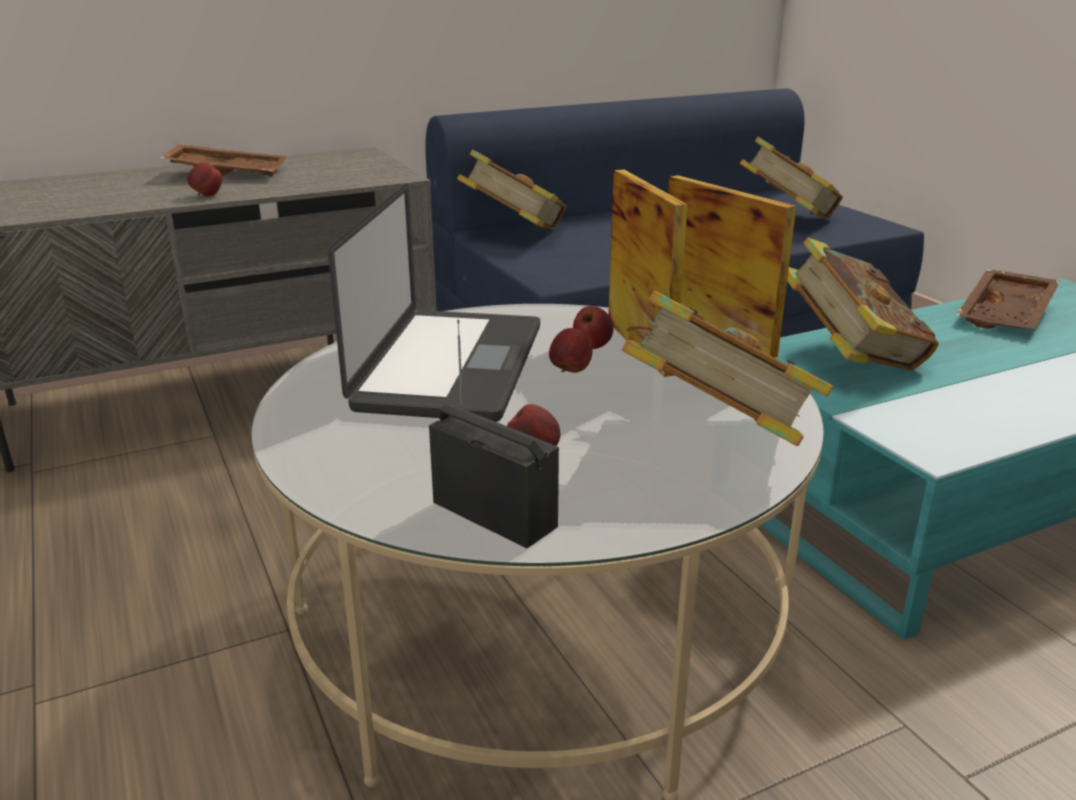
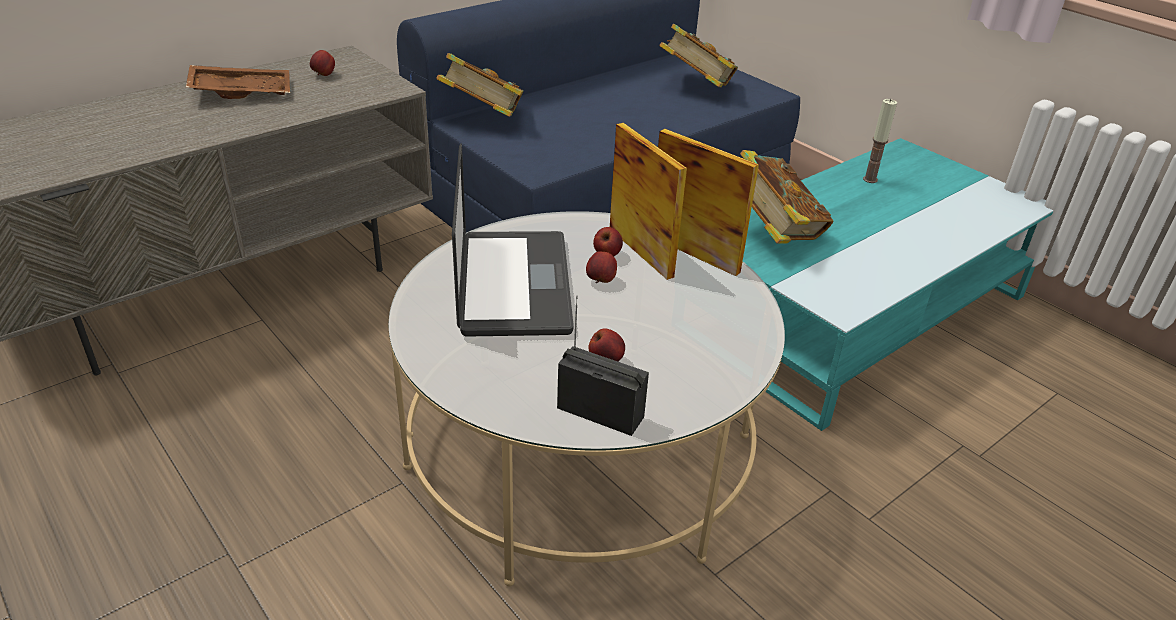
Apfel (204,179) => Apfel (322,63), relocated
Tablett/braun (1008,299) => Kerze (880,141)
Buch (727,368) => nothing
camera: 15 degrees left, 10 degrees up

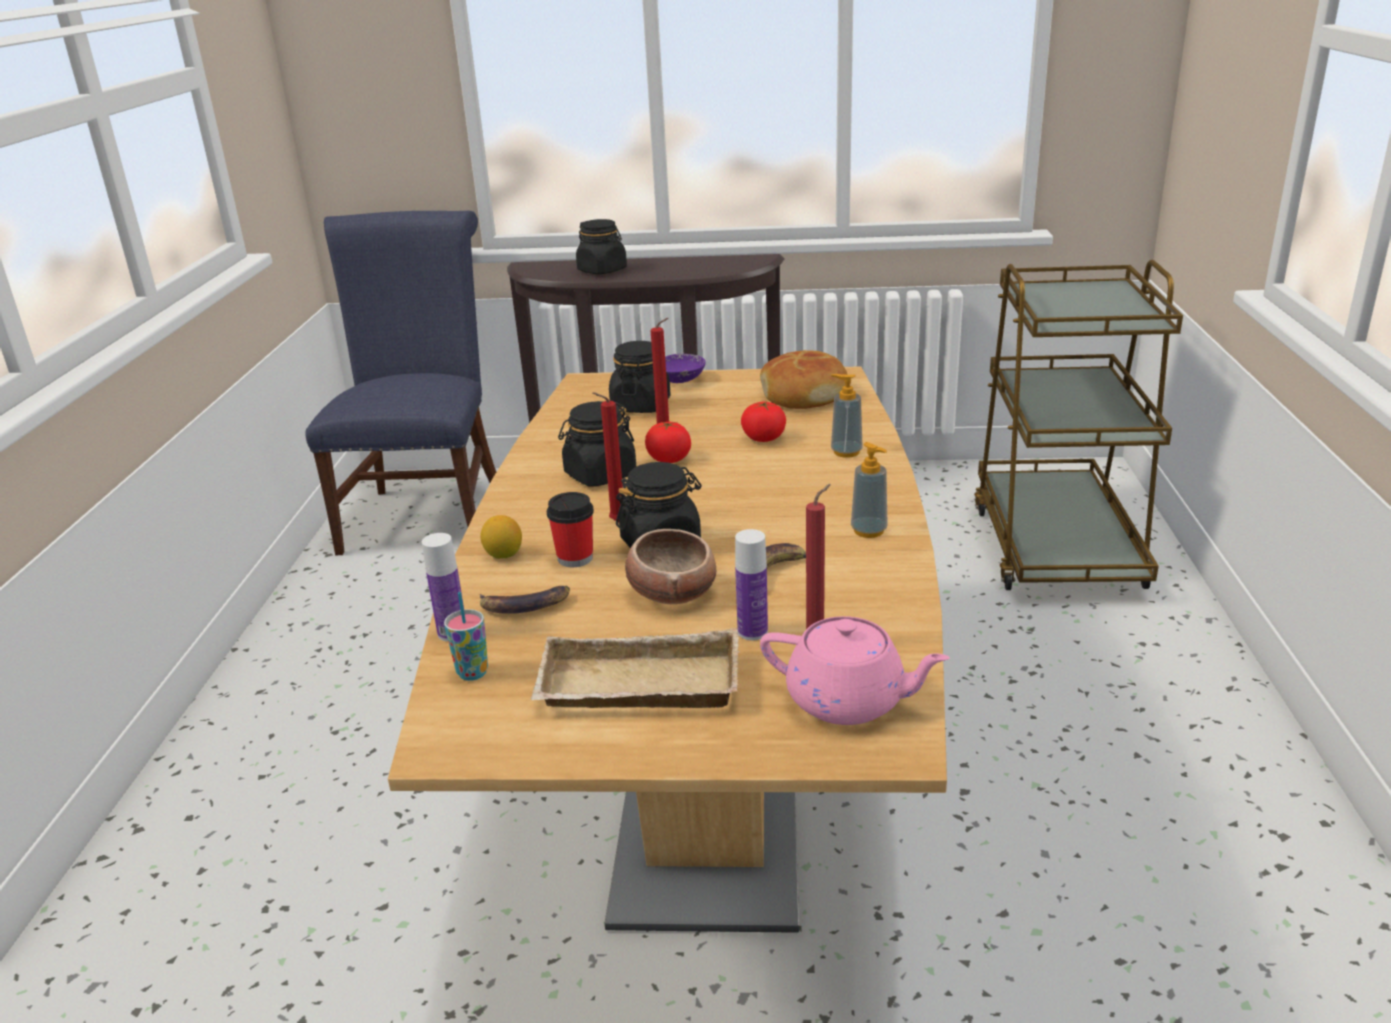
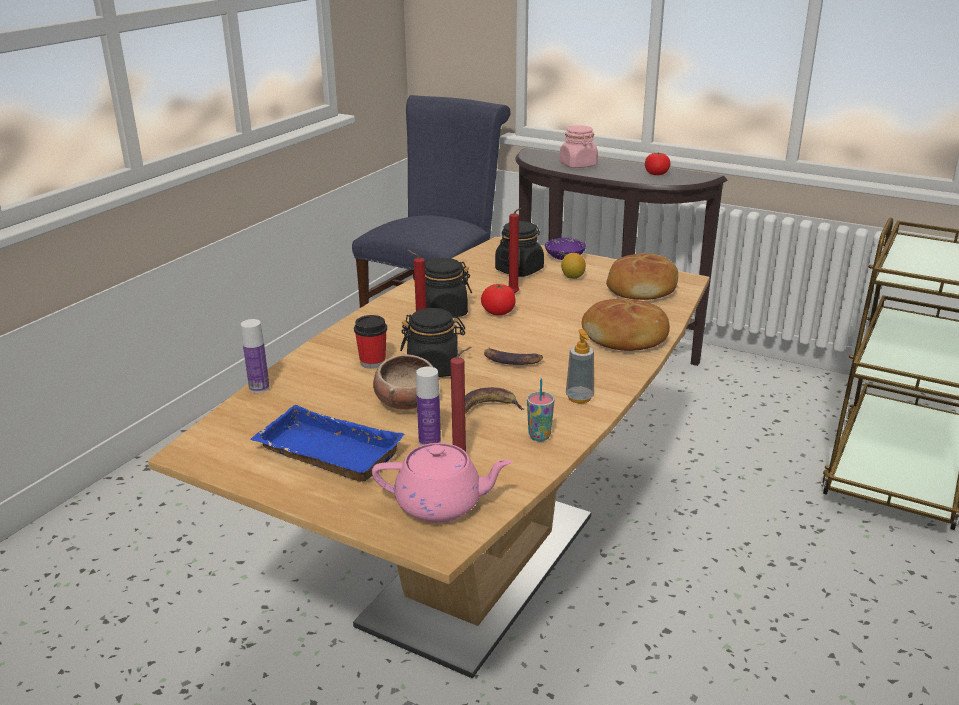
Tablett/beige (635,668) => Tablett/blau (327,443)
Teekanne/rosa (855,670) => Teekanne/rosa (442,483), 45 degrees counterclockwise
Banane (525,600) => Banane (513,356), relocated
Tasse (466,636) => Tasse (540,409), relocated
Vorratsglas/schwarz (601,246) => Vorratsglas/rosa (578,146)
Zitrone (501,537) => Zitrone (573,266), relocated
Seifenspender (847,416) => Brot (626,325)
Tomate (763,422) => Tomate (657,164), relocated
camera: 25 degrees right, 0 degrees up

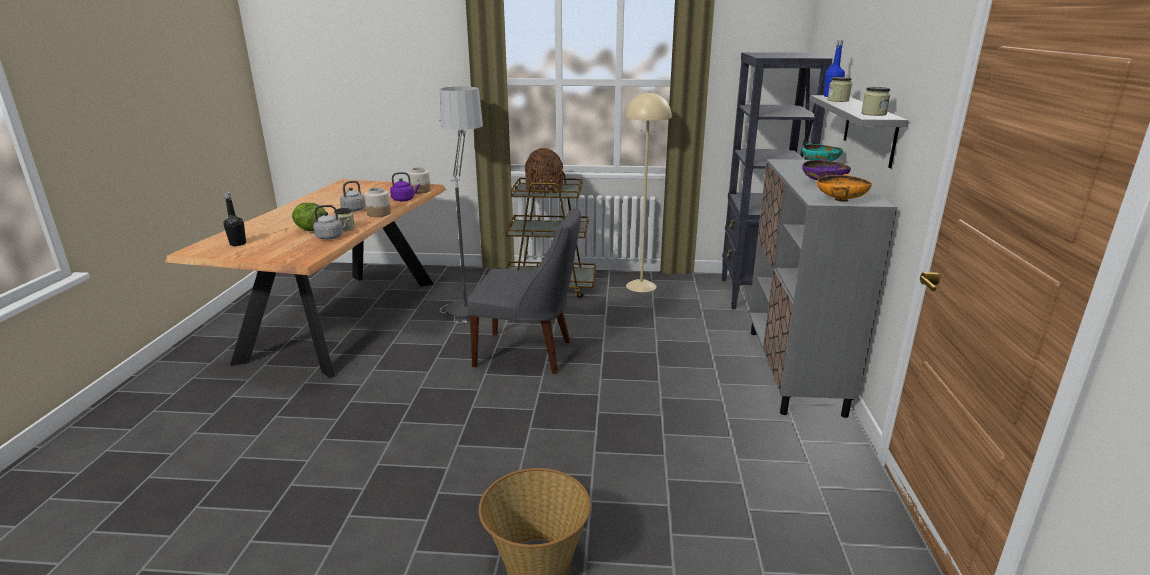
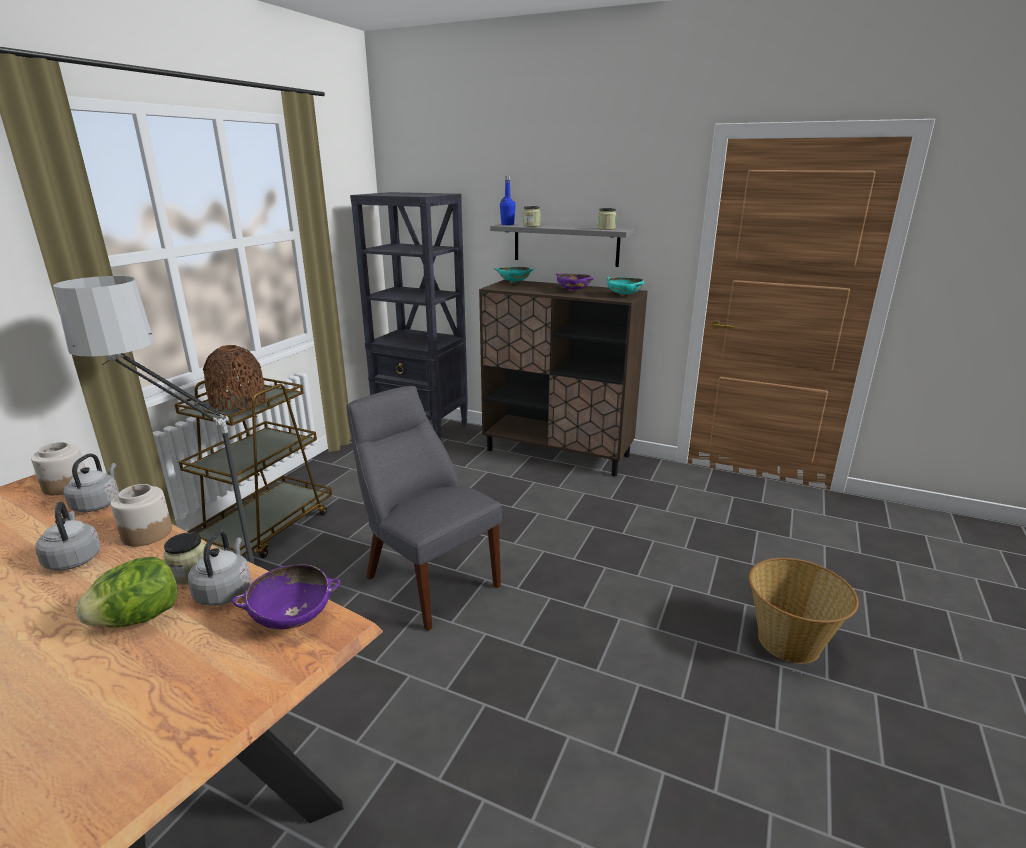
Wasserkessel/lila (405,186) => Wasserkessel/grau (91,482)
nothing => Schüssel/lila (286,596)
Stuhl/grau (524,291) => Stuhl/grau (424,508), 75 degrees counterclockwise
Schrank/grau (823,288) => Schrank/braun (563,377)
Schüssel/orange (844,188) => Schüssel/türkis (626,287)
Flasche/schwarz (234,219) => nothing
Stehlampe/beige (648,191) => nothing
camera: 70 degrees left, 0 degrees up

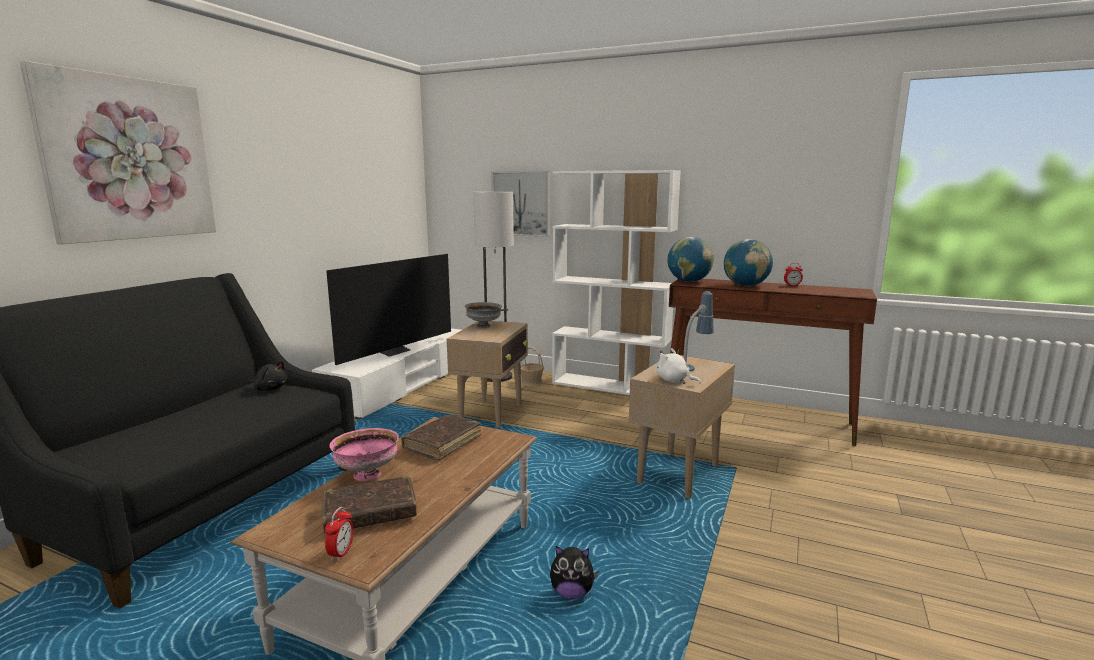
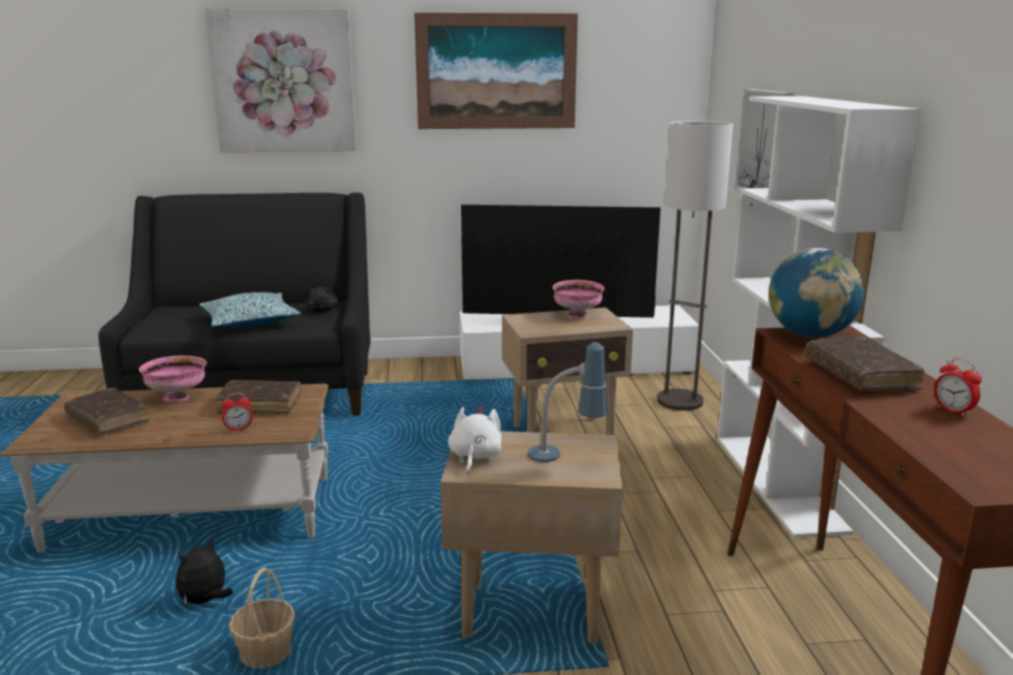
Plüschtier (574,572) => Plüschtier (204,571), 60 degrees clockwise
nothing => Kissen (250,310)
Wecker (339,534) => Wecker (237,412), relocated
Korb (532,366) => Korb (262,617), relocated
nothing => Bild (496,71)
Schüssel/grau (483,315) => Schüssel/rosa (579,299)
Globus (748,262) => Buch/braun (865,364)
camera: 60 degrees right, 5 degrees up

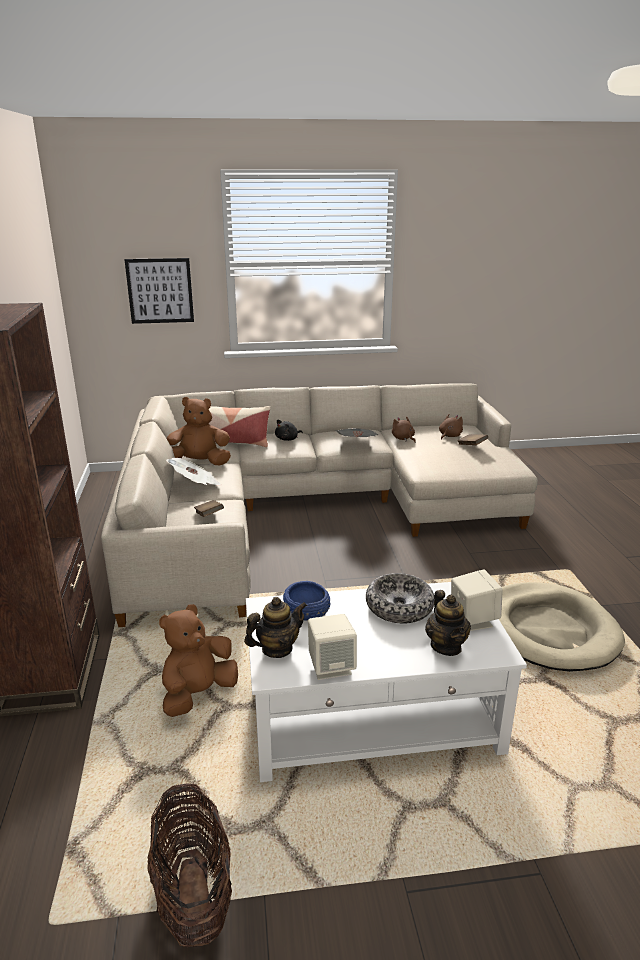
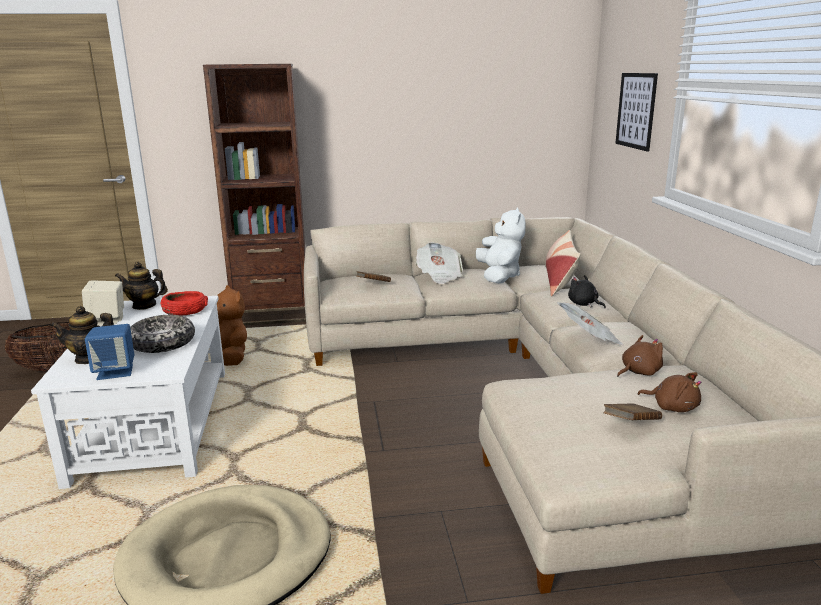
Lautsprecher/beige (477,600) => Lautsprecher/blau (109,352)
Teekanne (275,627) => Teekanne (141,286), 120 degrees clockwise
Schüssel/blau (306,601) => Schüssel/rot (184,303)
Plüschtier/braun (199,431) => Plüschtier/weiß (501,245)
camera: 90 degrees right, 5 degrees down

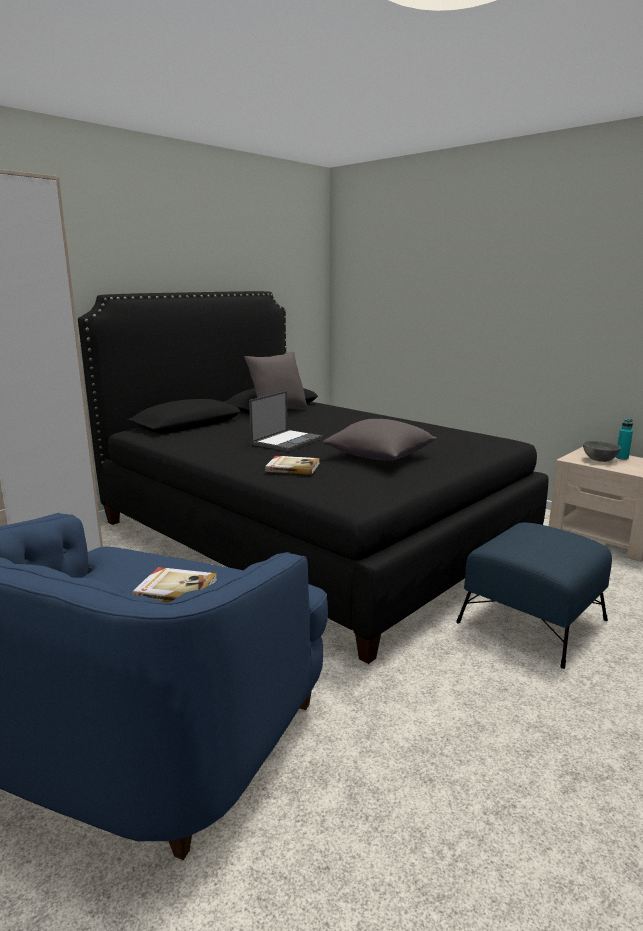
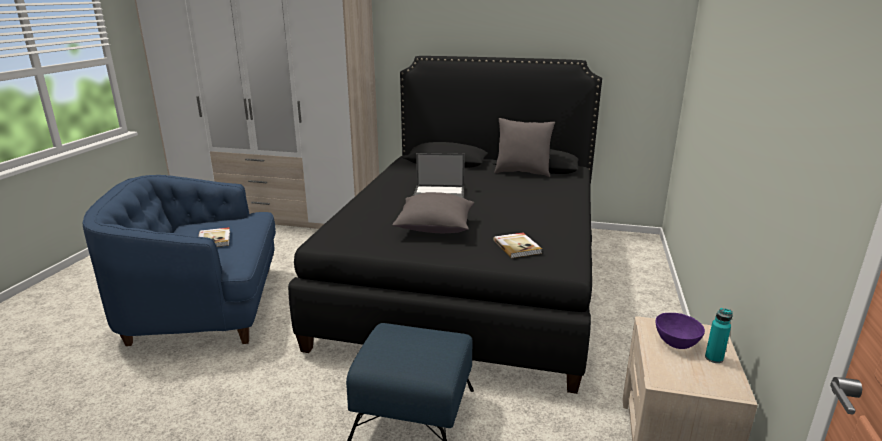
Buch (292,465) => Buch (517,245), relocated
Schüssel/grau (602,451) => Schüssel/lila (680,331)
camera: 60 degrees right, 5 degrees up

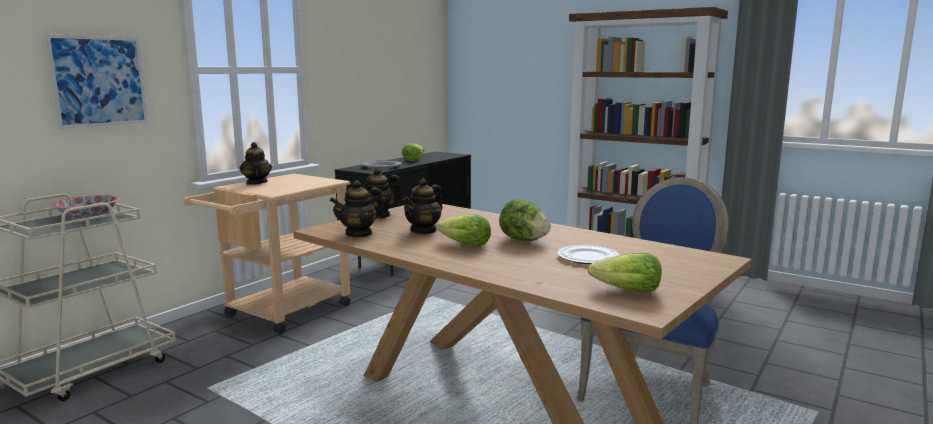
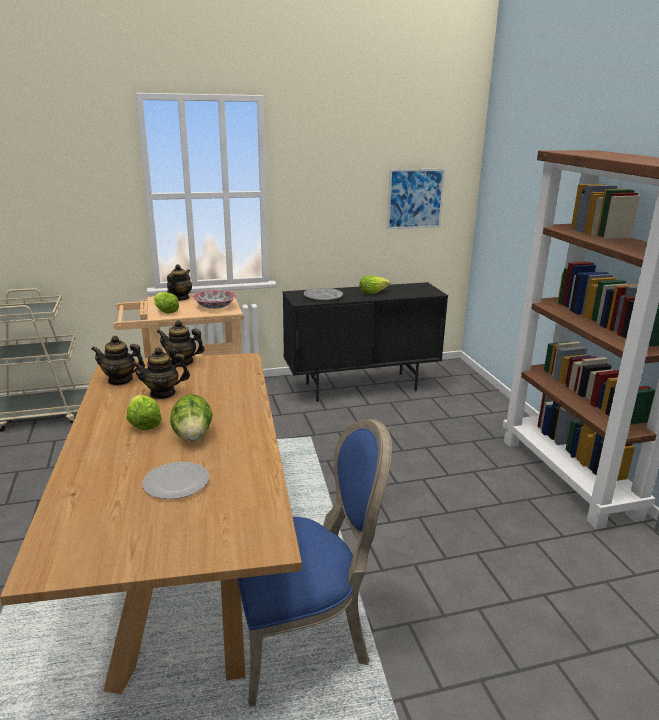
Salatkopf (625,273) => Salatkopf (166,303), relocated
Schüssel (85,206) => Schüssel (214,299), relocated
Bild (96,81) => Bild (416,199), relocated
camera: 40 degrees right, 10 degrees up

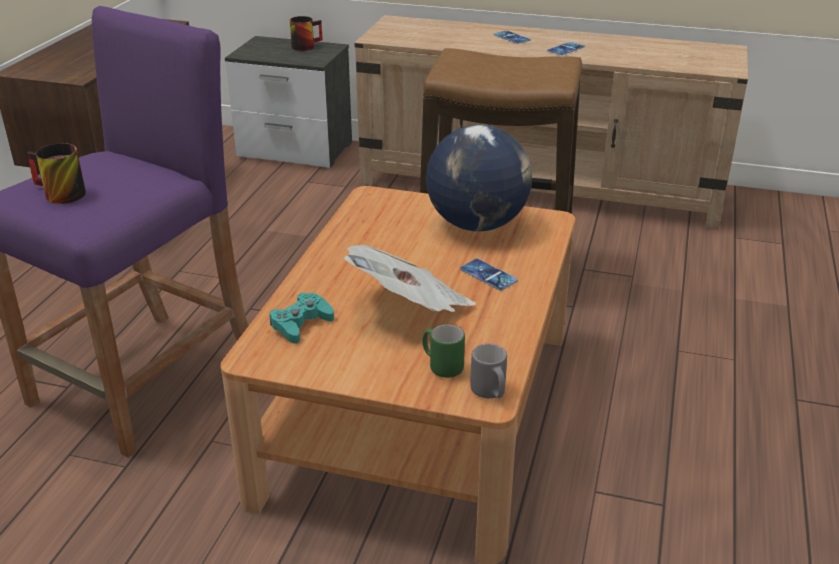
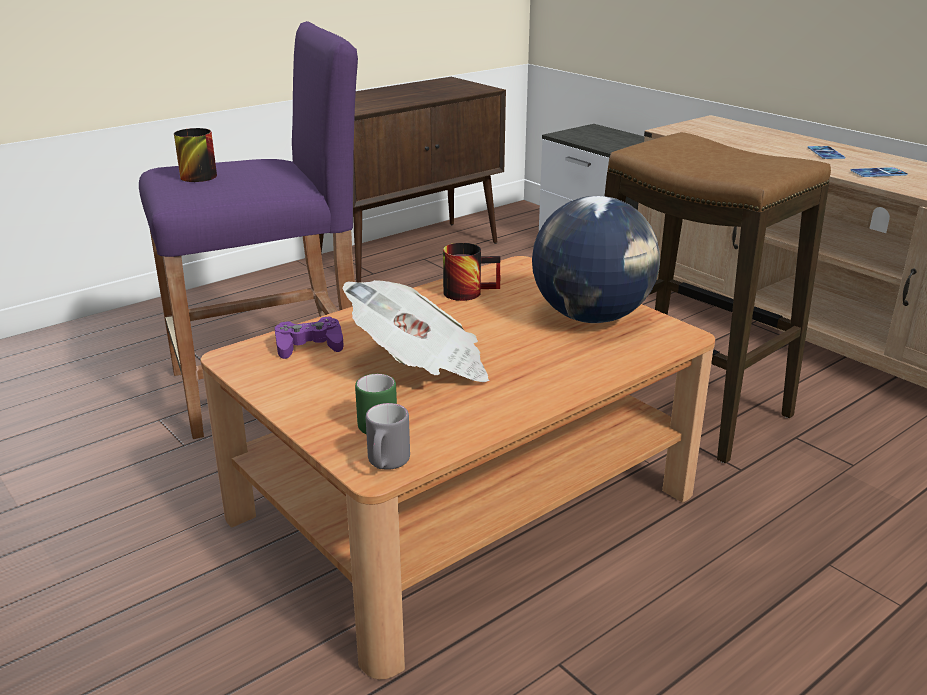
Gamepad/türkis (302,318) => Gamepad/lila (309,337)
Henkelbecher (306,33) => Henkelbecher (471,272), relocated
Handy (489,275) => nothing
camera: 35 degrees right, 5 degrees down

